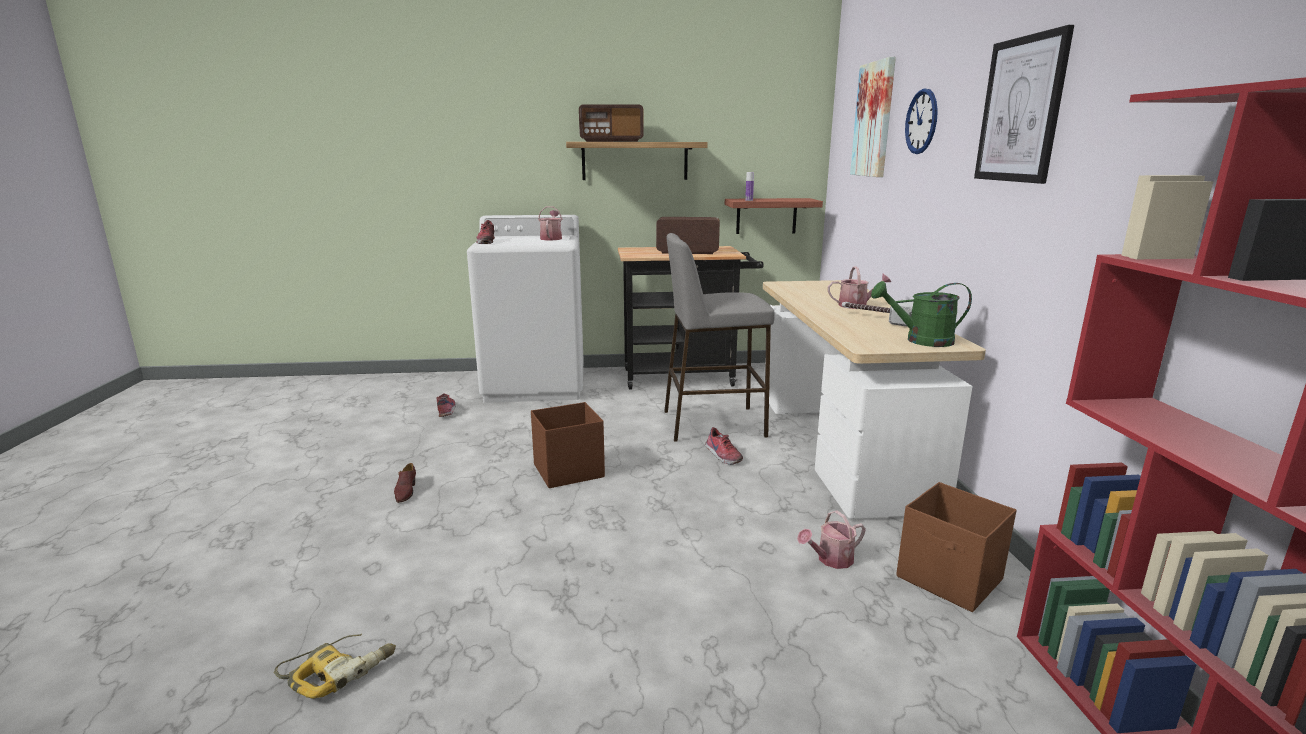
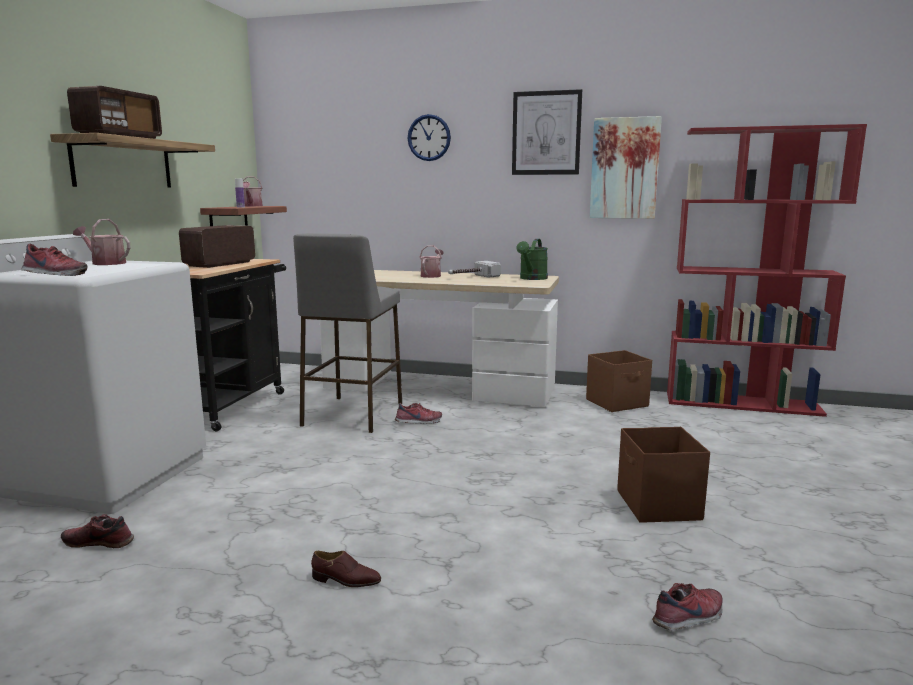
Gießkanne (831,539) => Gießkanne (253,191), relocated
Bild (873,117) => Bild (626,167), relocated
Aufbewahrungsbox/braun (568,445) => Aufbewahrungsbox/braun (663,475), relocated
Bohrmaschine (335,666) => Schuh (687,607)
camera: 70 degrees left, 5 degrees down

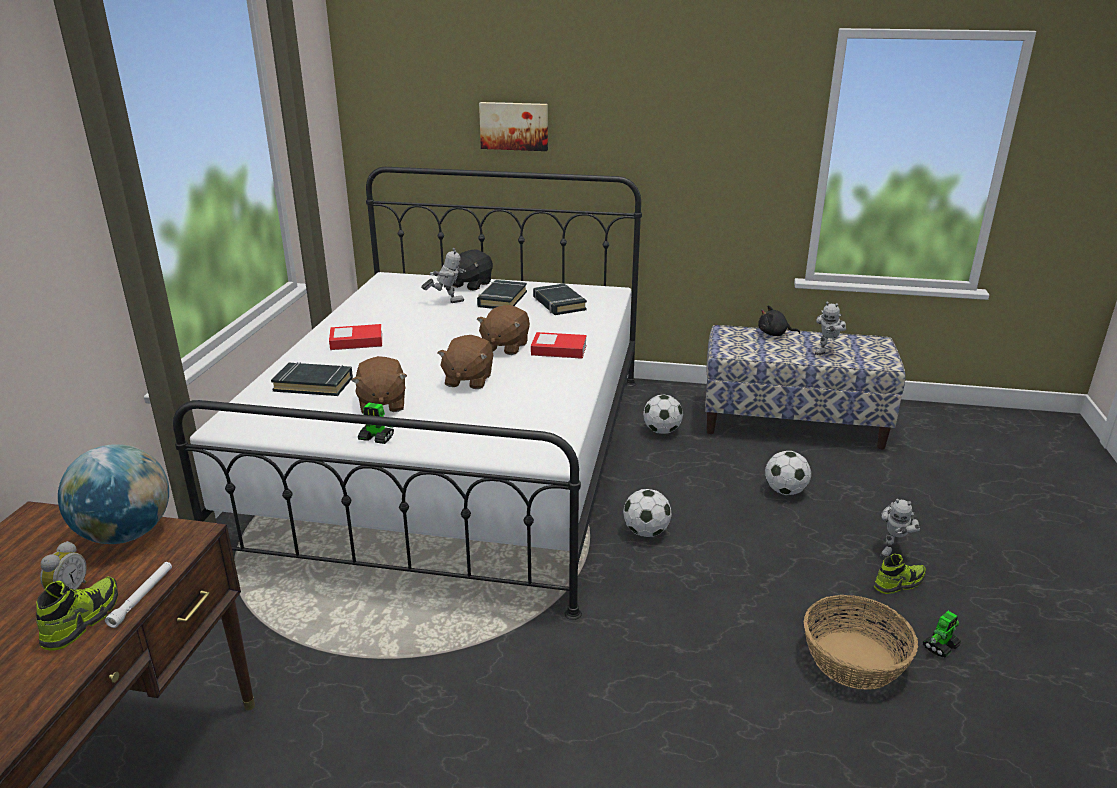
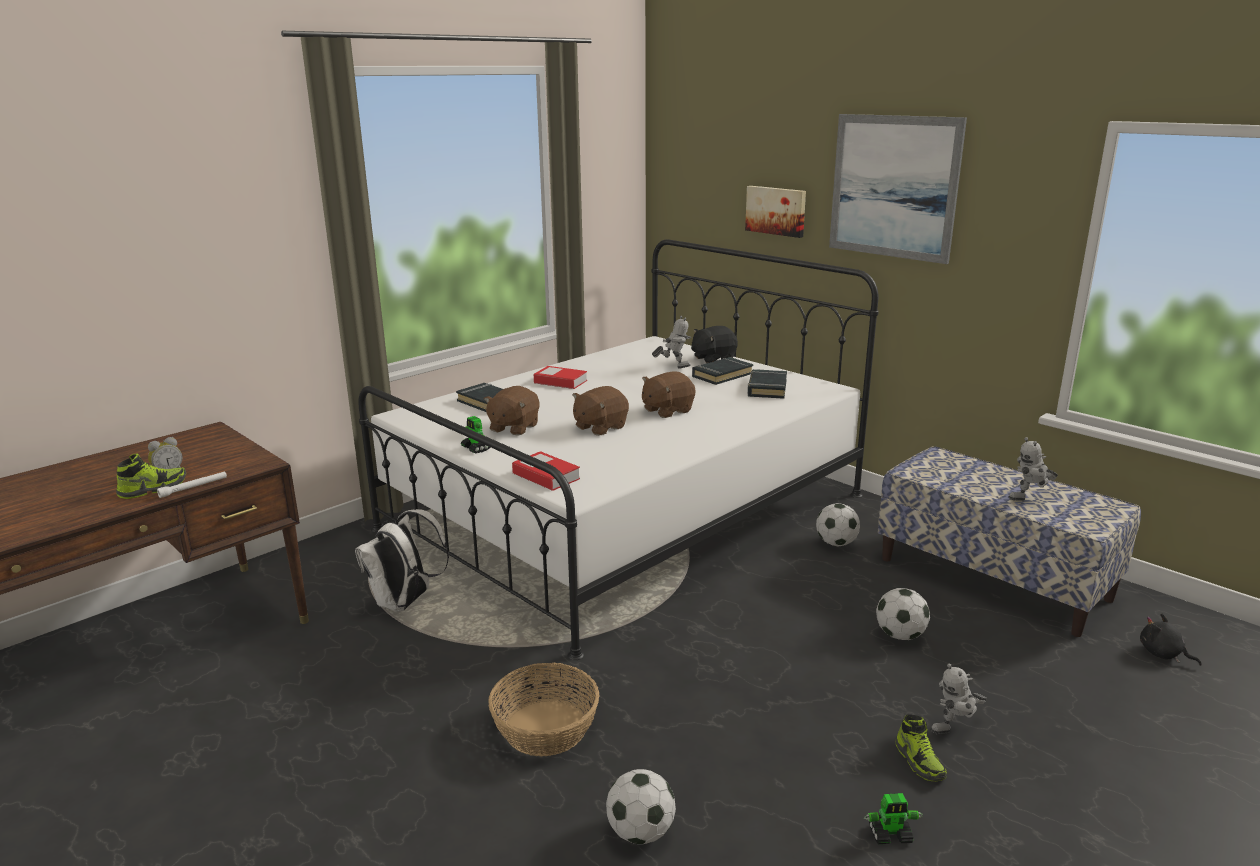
nothing => Rucksack/weiß (402,560)
Korb (861,642) => Korb (543,709), relocated
Buch (559,345) => Buch (546,471), relocated
Fußball (647,513) => Fußball (641,806), relocated
Spielzeugroboter (443,275) => Spielzeugroboter (671,342), 45 degrees counterclockwise
nothing => Bild (898,189)
Schuh (900,574) => Schuh (921,747), 60 degrees clockwise
Plüschtier/schwarz (779,320) => Plüschtier/schwarz (1171,639), relocated
Globus (113,494) => nothing
camera: 35 degrees right, 5 degrees down

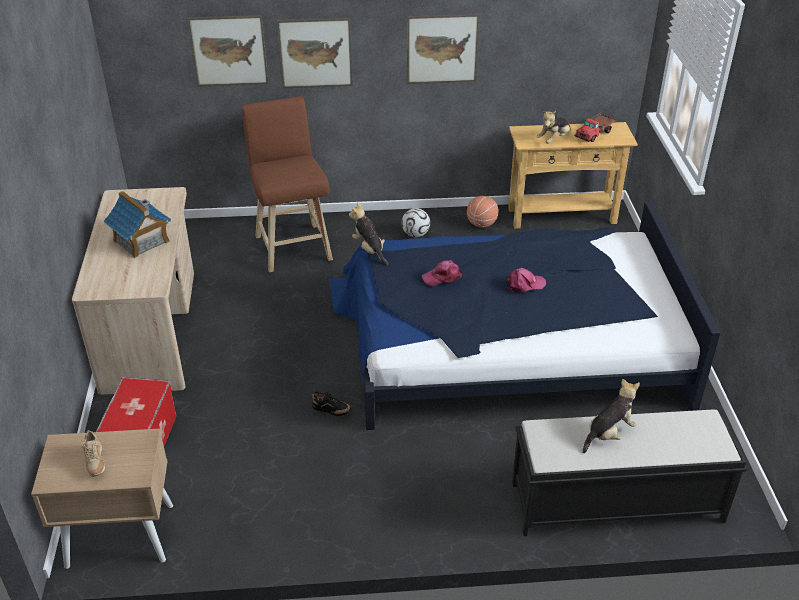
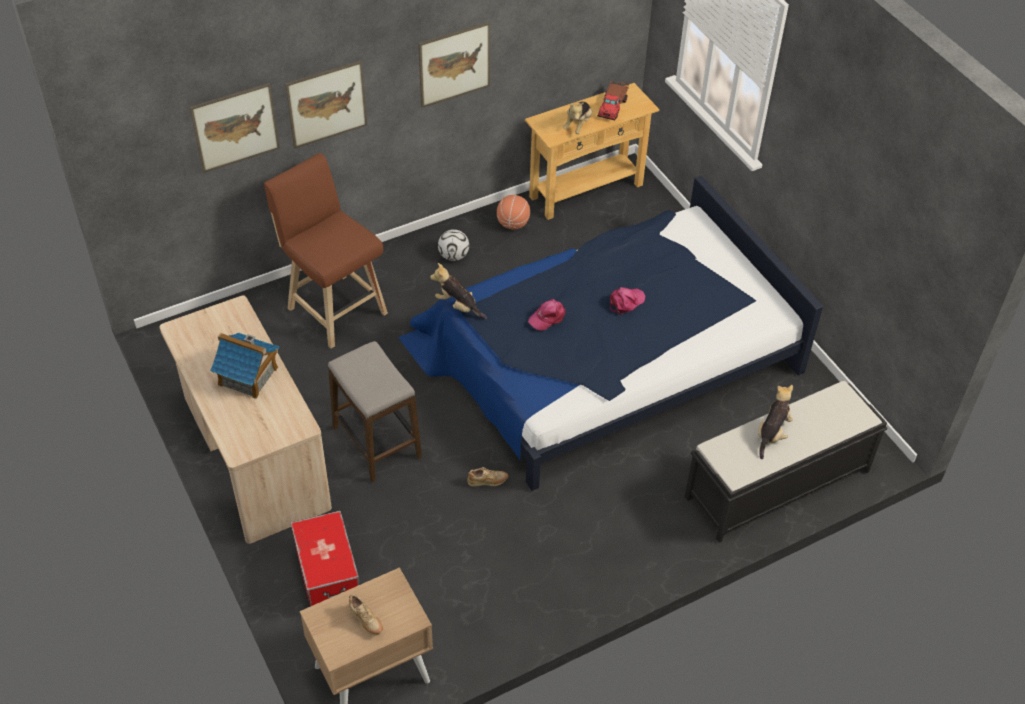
nothing => Hocker (375,411)
Schuh/schwarz (331,403) => Schuh/beige (487,477)
camera: 25 degrees left, 10 degrees up

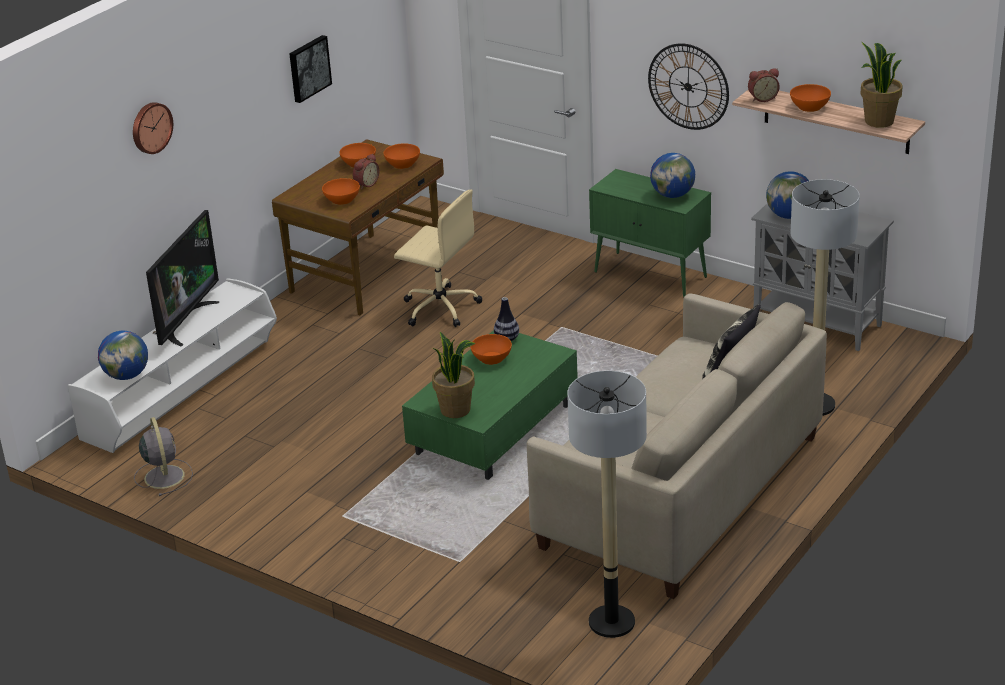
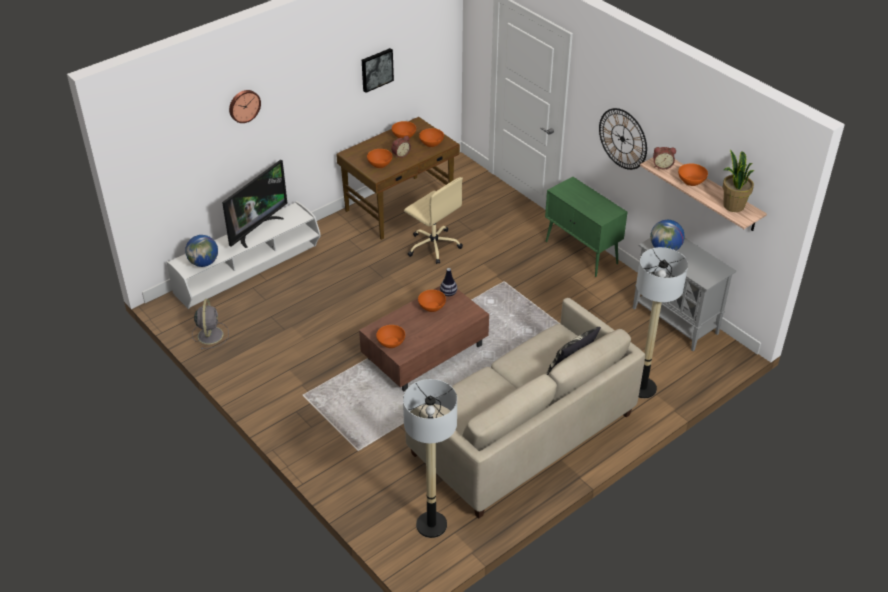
Couchtisch/grün (490,405) => Couchtisch/braun (424,338)
Topfpflanze (453,375) => Schüssel/orange (390,336)
Globus (672,175) => nothing
camera: 15 degrees right, 10 degrees up

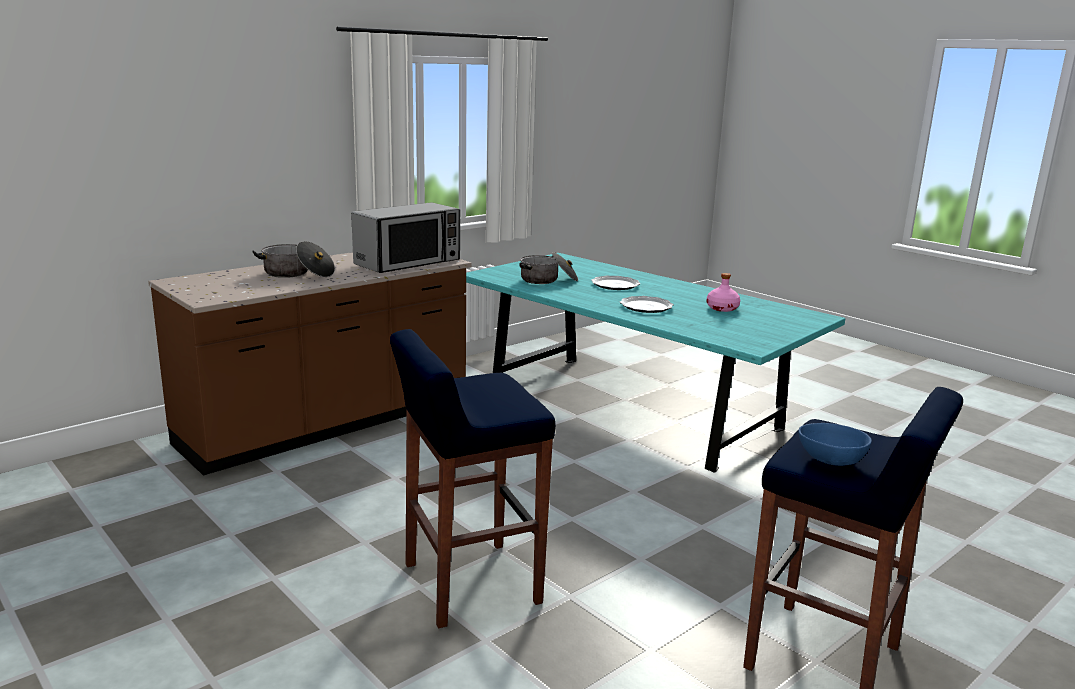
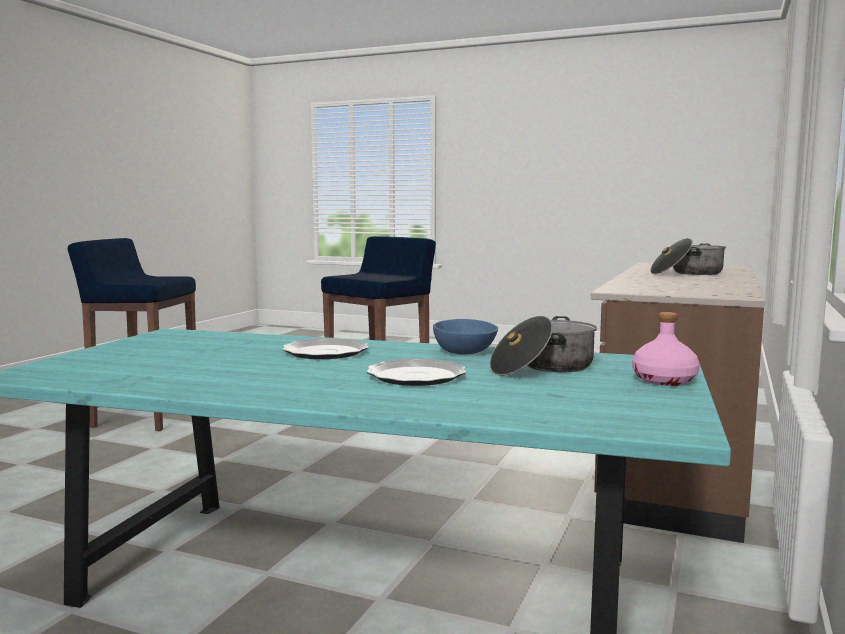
Schüssel/blau (835,444) => Schüssel/blau (465,337), relocated
Flasche/rosa (723,292) => Flasche/rosa (666,349), relocated
Mikrowelle (405,237) => nothing
camera: 155 degrees right, 10 degrees down

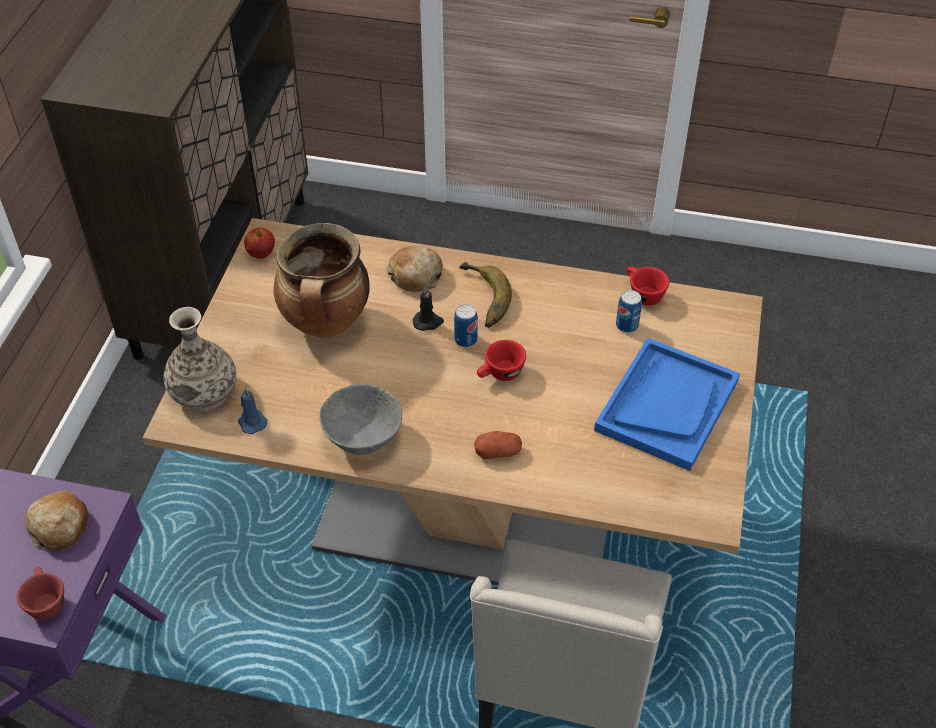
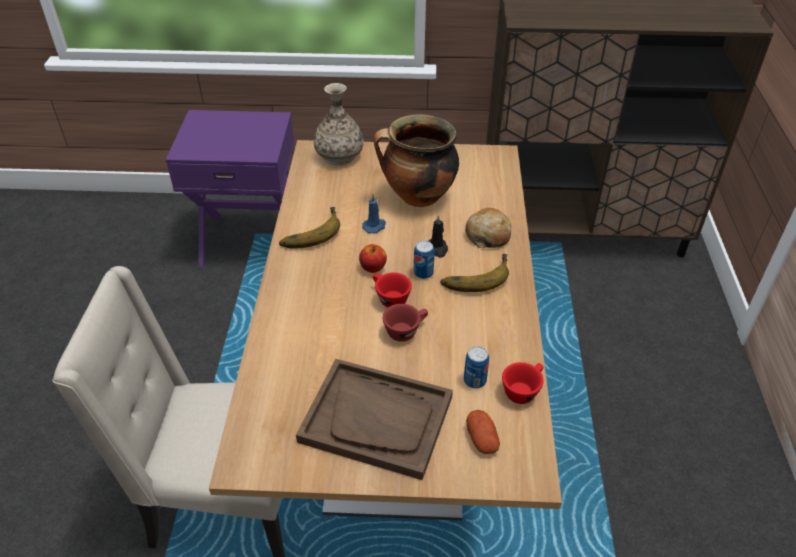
Schüssel/grau (360,419) => Banane (309,228)
Tablett/blau (667,404) => Tablett/braun (374,419)
Apfel (259,243) => Apfel (373,258), relocated
Kerze/blau (253,411) => Kerze/blau (374,213), relocated
Tasse/rot (40,593) => Tasse/rot (405,323), relocated
Kartoffel (498,445) => Kartoffel (483,432), relocated
Brot (57,520) => nothing
camera: 80 degrees right, 5 degrees down

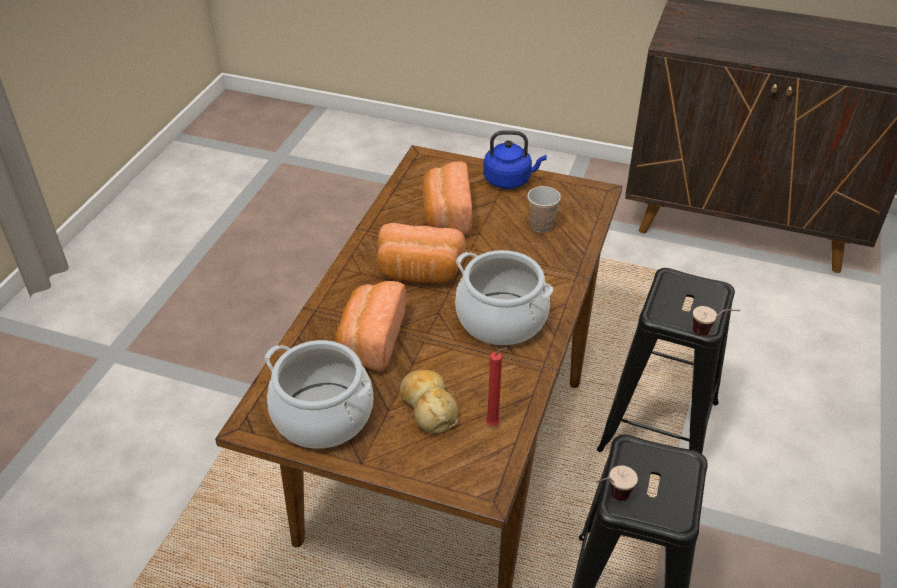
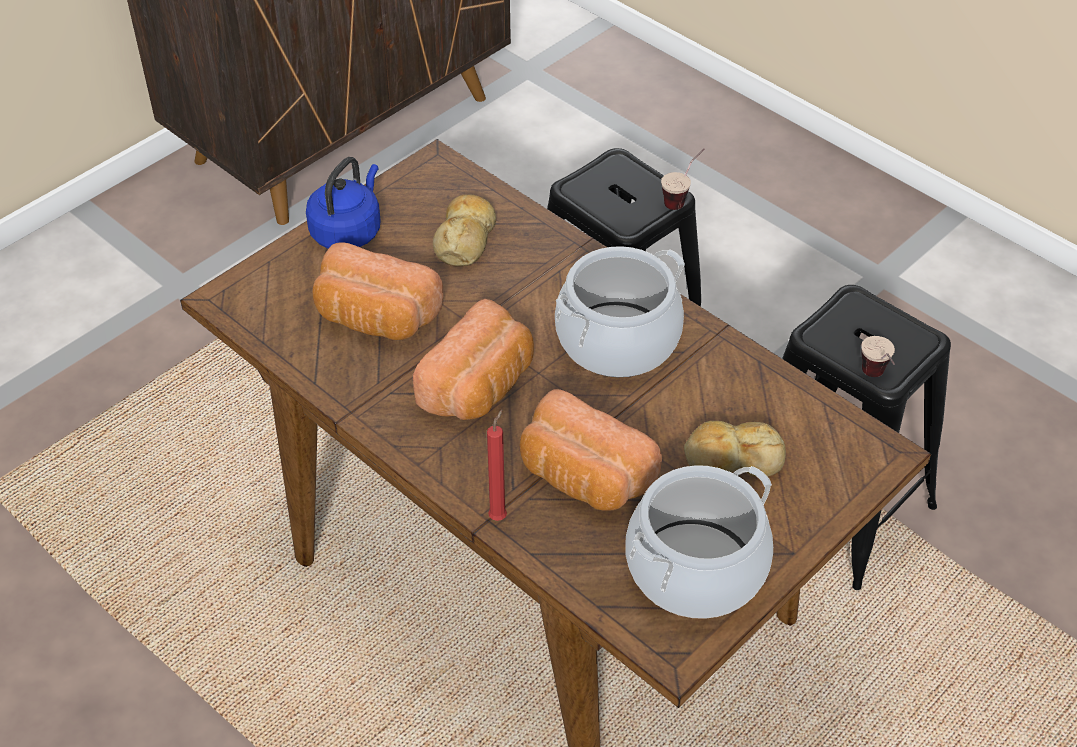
Tasse (544,209) => Brot (464,230)
Kerze/rot (497,386) => Kerze/rot (497,465), relocated
camera: 65 degrees left, 5 degrees up

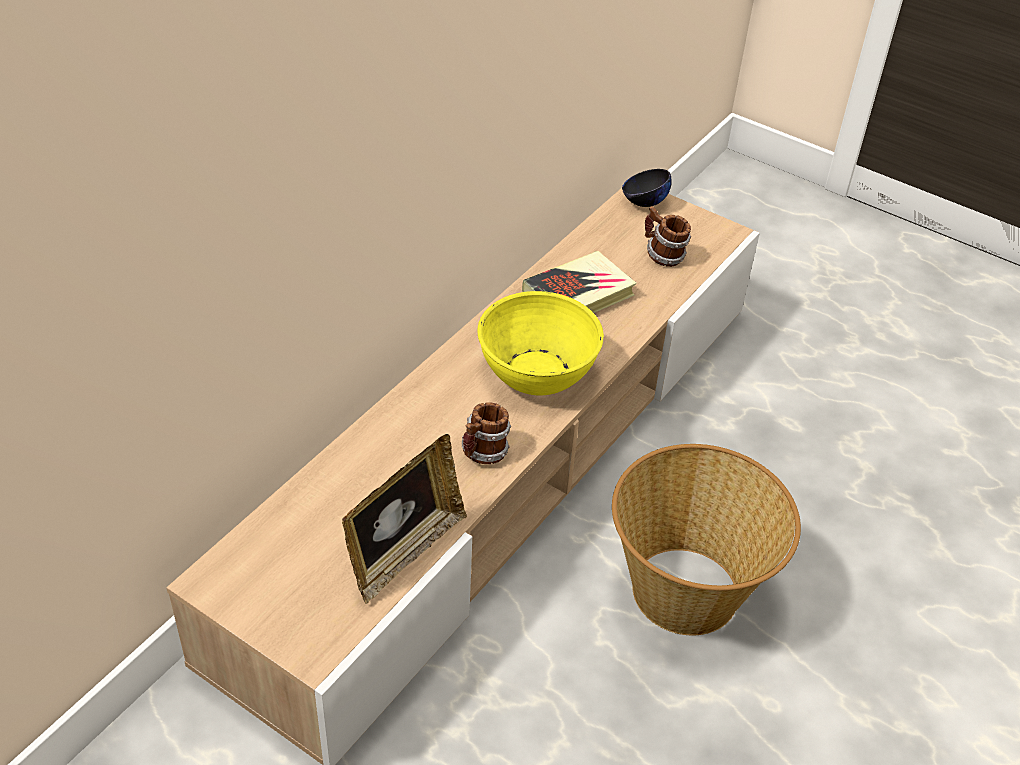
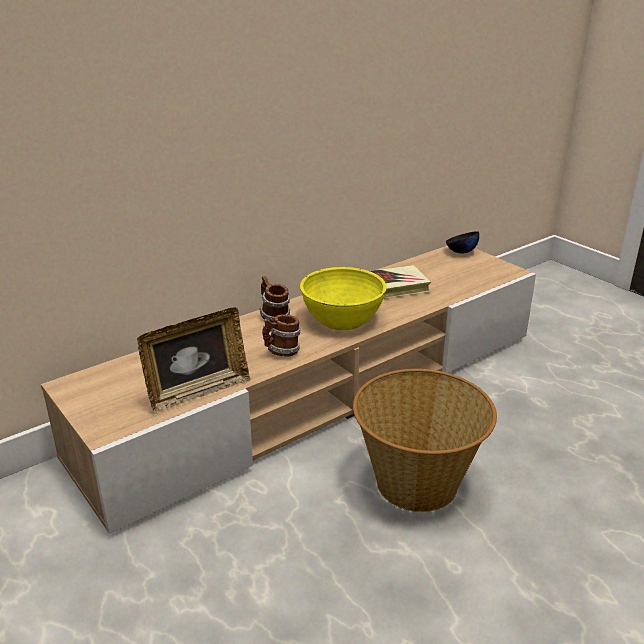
Henkelbecher (668,236) => Henkelbecher (274,299), relocated
camera: 20 degrees right, 15 degrees down

